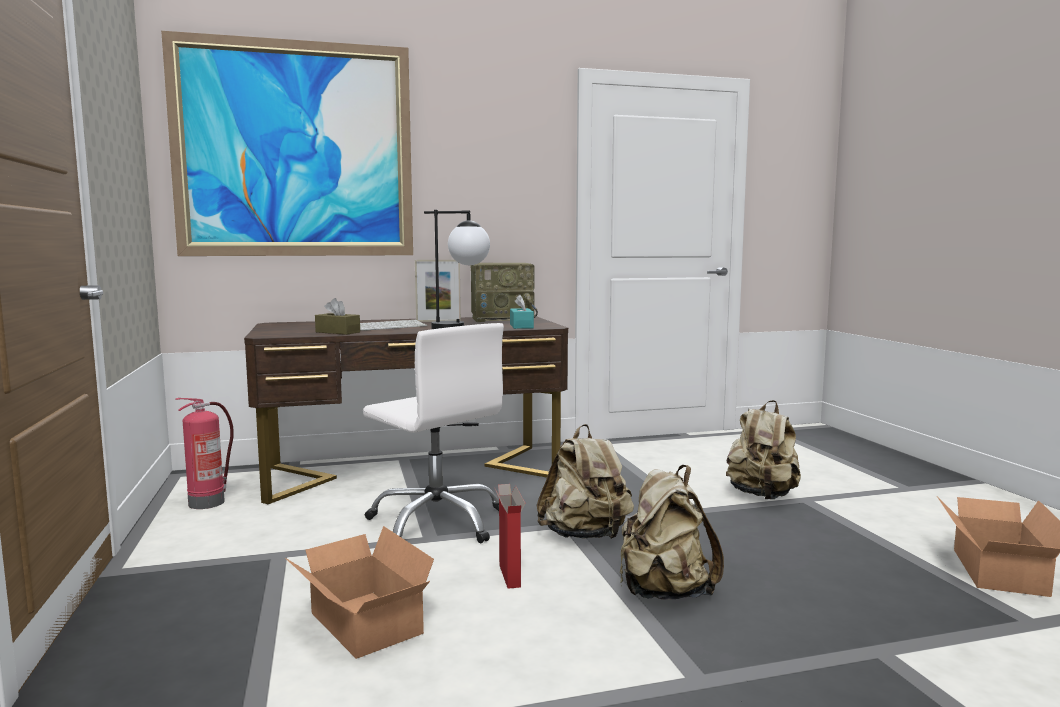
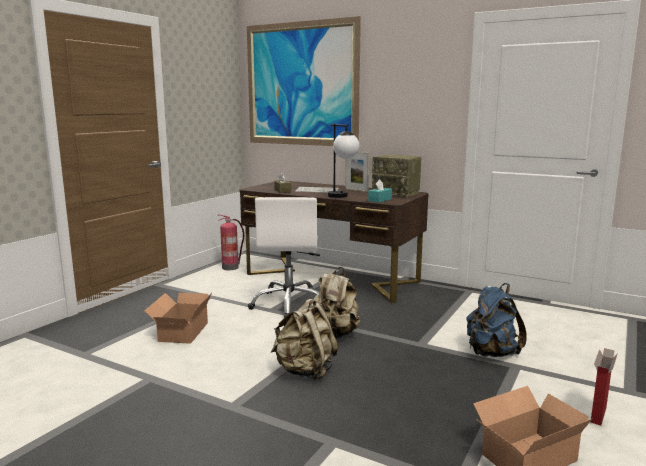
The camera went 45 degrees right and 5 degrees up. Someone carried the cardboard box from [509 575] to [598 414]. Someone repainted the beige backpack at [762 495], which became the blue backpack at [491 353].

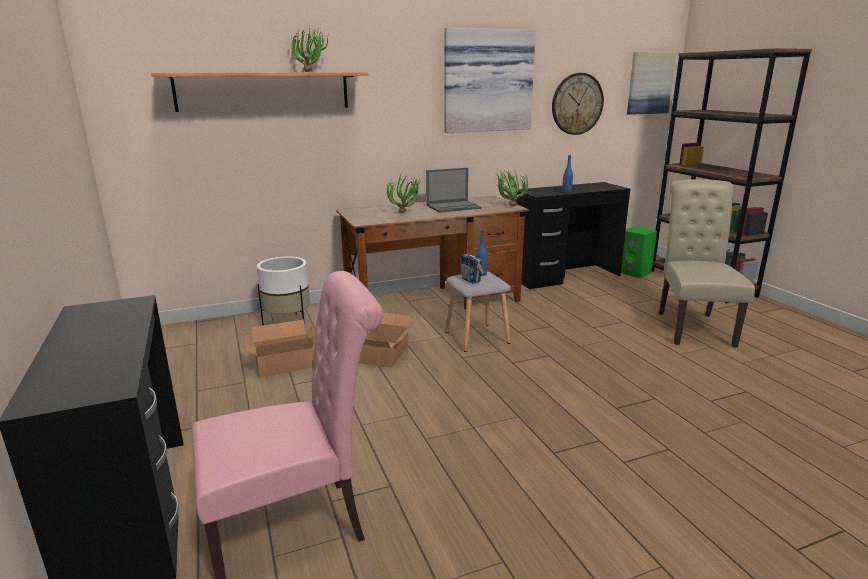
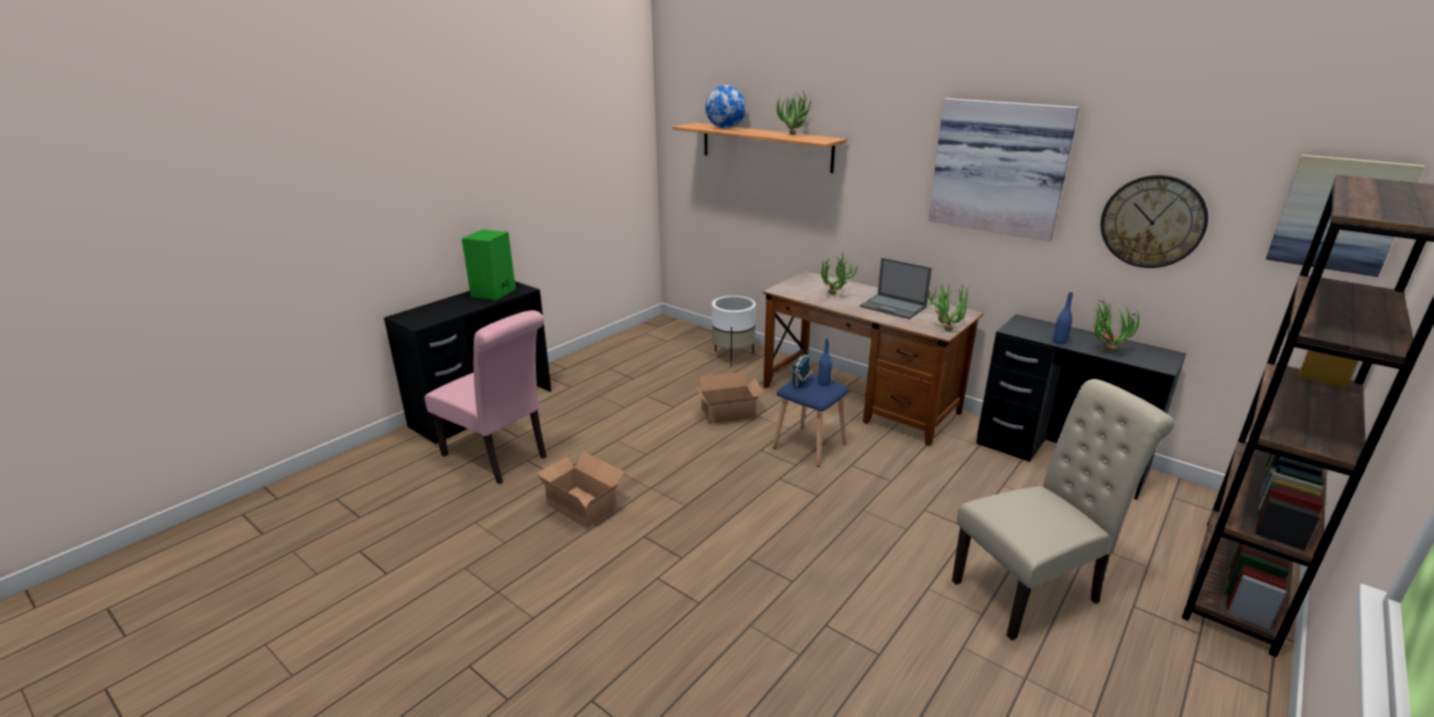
The camera went 60 degrees right and 5 degrees up. Someone put down the globe at [725 128]. Someone put down the potted plant at [1104 350]. Someone carried the cardboard box from [283 363] to [582 505]. Someone carried the green speaker from [635 273] to [493 293]. Someone repainted the grey stool at [476 338], which became the blue stool at [808 445].

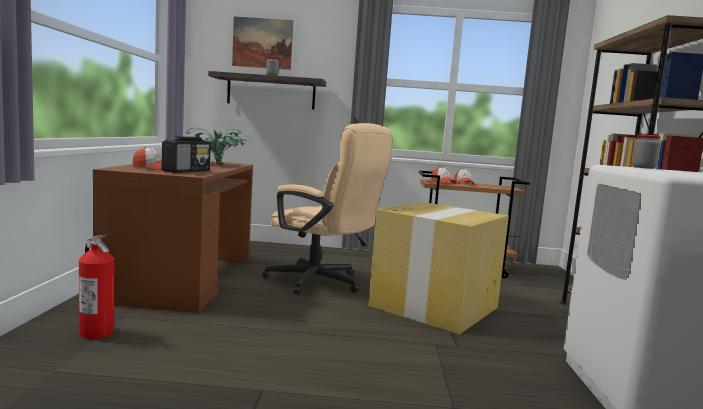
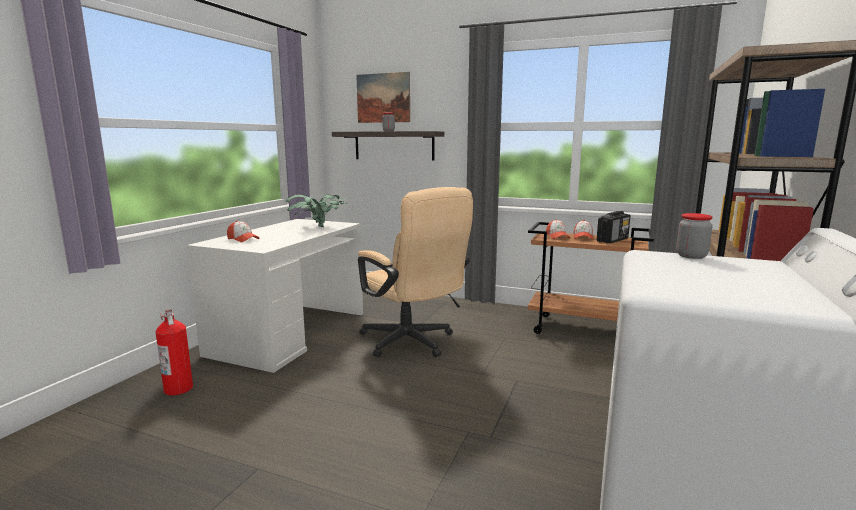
The camera went 20 degrees right and 5 degrees up. Someone took away the cardboard box at [435 306]. Someone carried the radio from [186 171] to [612 240]. Someone repainted the brown desk at [183 279], which became the white desk at [290 333].

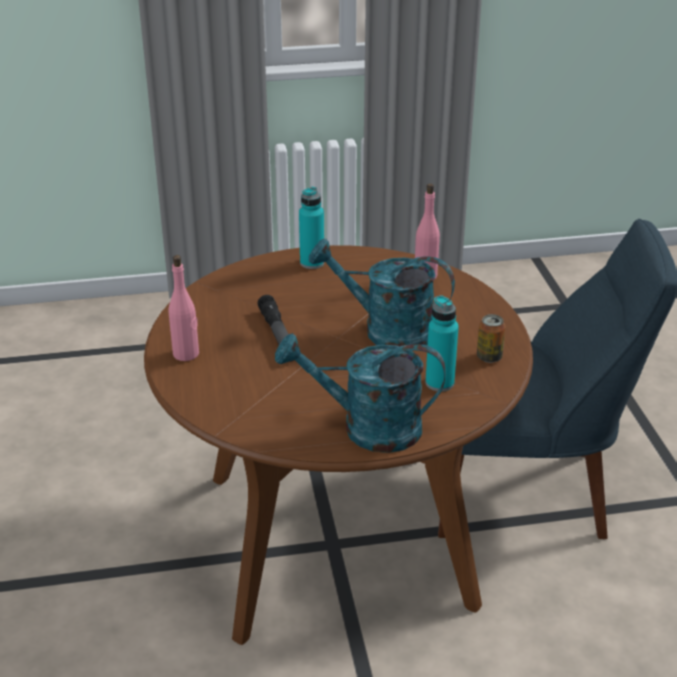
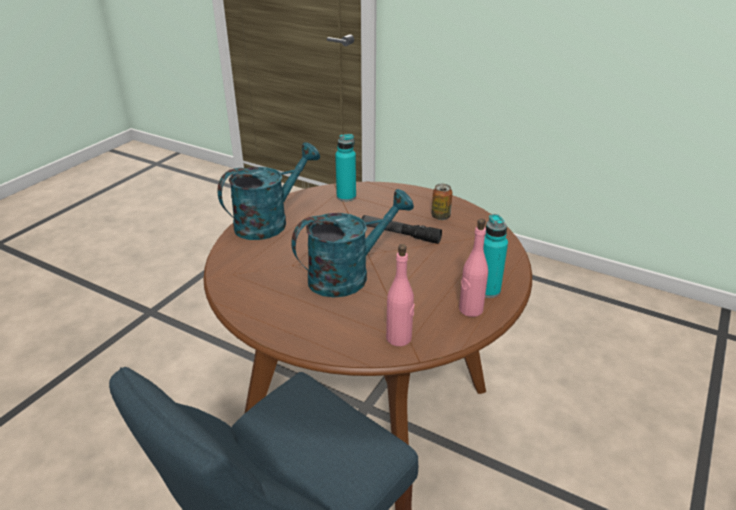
The camera went 130 degrees right and 0 degrees up. Someone carried the pink bottle from [186 354] to [470 309]. Someone carried the turquoise bottle from [439 383] to [346 197]. Someone carried the can from [489 357] to [440 216].

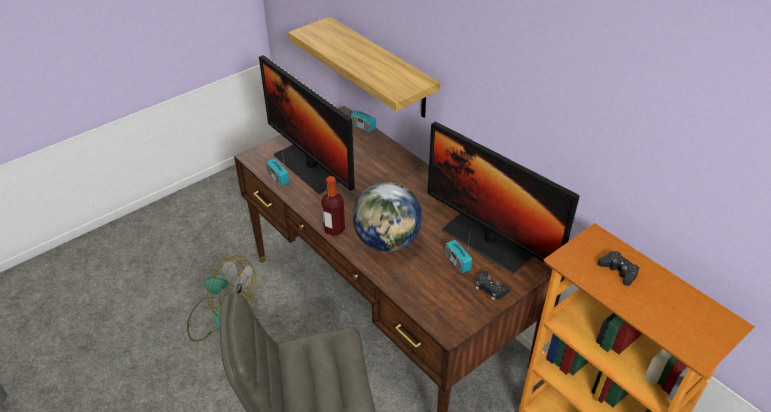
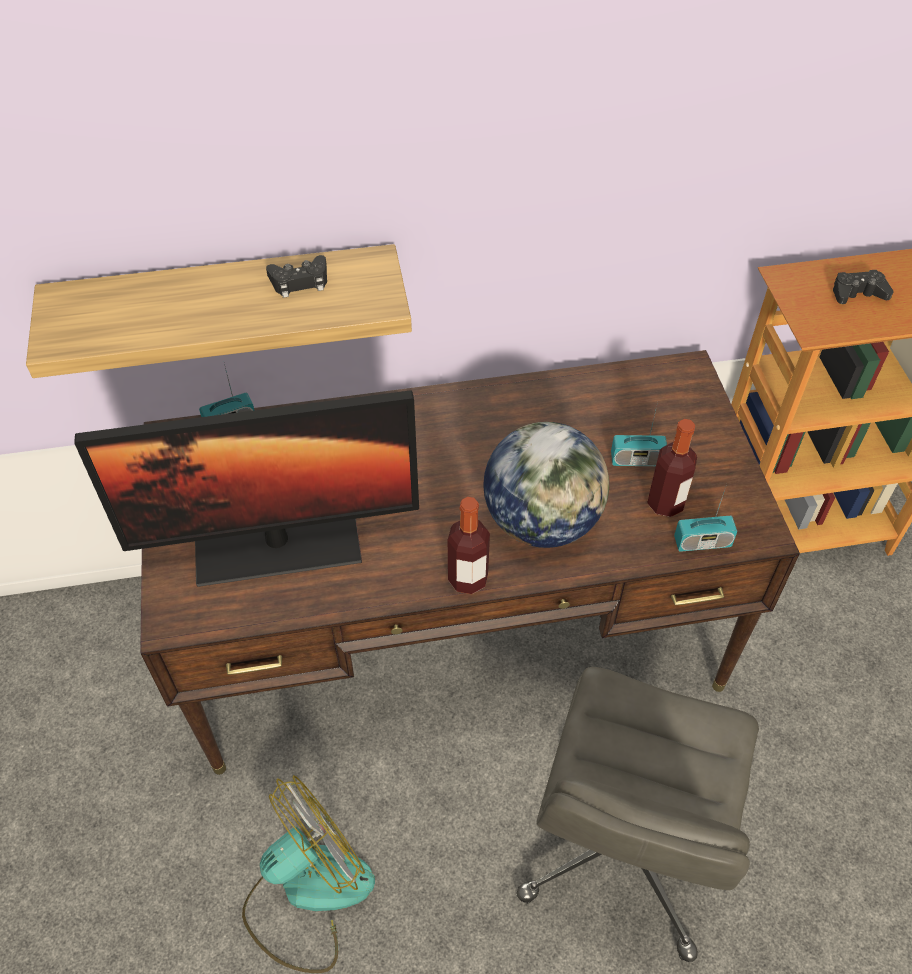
The camera went 60 degrees left and 10 degrees up. Someone took away the monitor at [488 241]. Someone put down the bottle at [665 503]. Someone carried the radio from [278 178] to [702 542]. Someone carried the black game controller from [491 288] to [300 281].

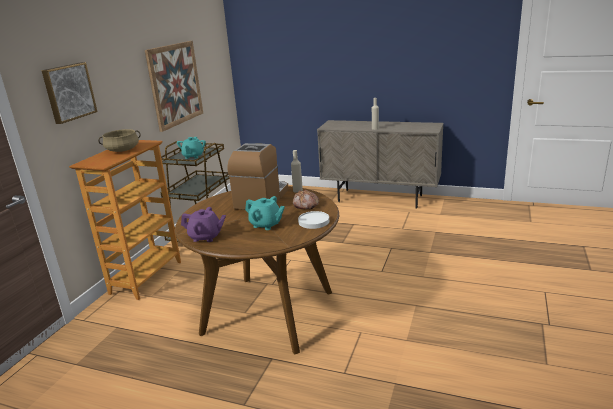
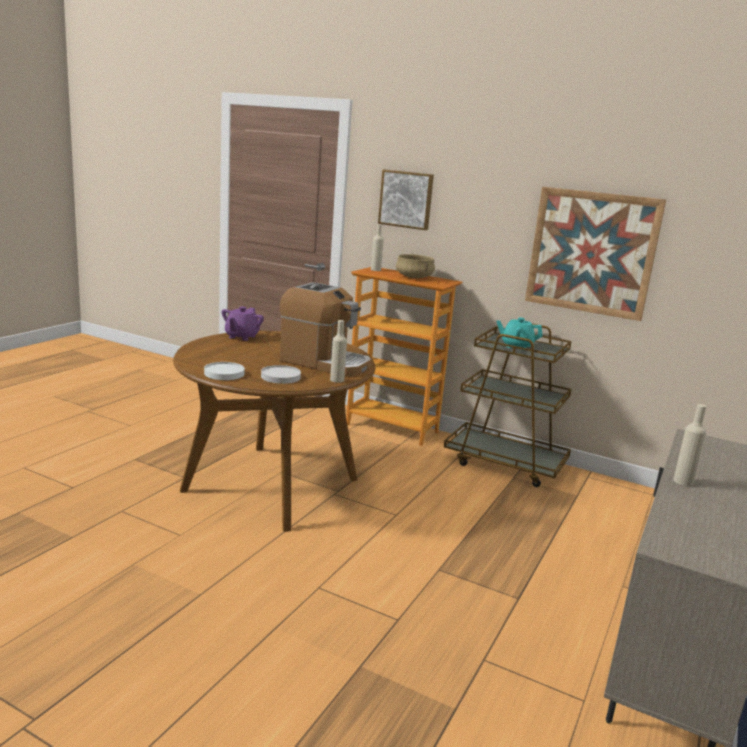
The camera went 95 degrees right and 5 degrees down. Someone took away the turquoise teapot at [266 225]. Someone put down the beige bottle at [375 270]. Someone swapped the bread at [305 205] for the white plate at [280 377].

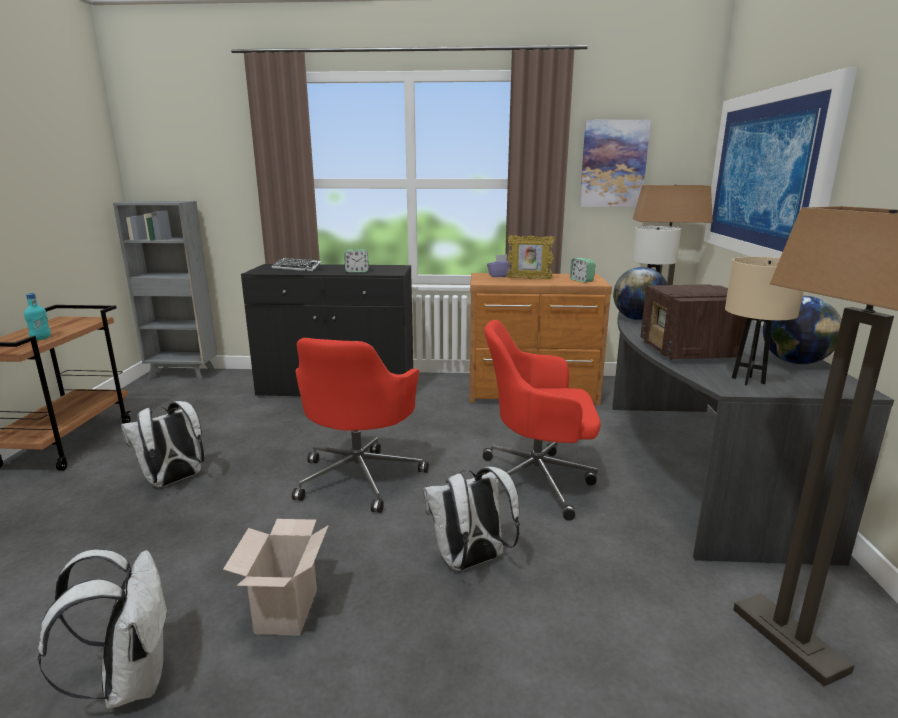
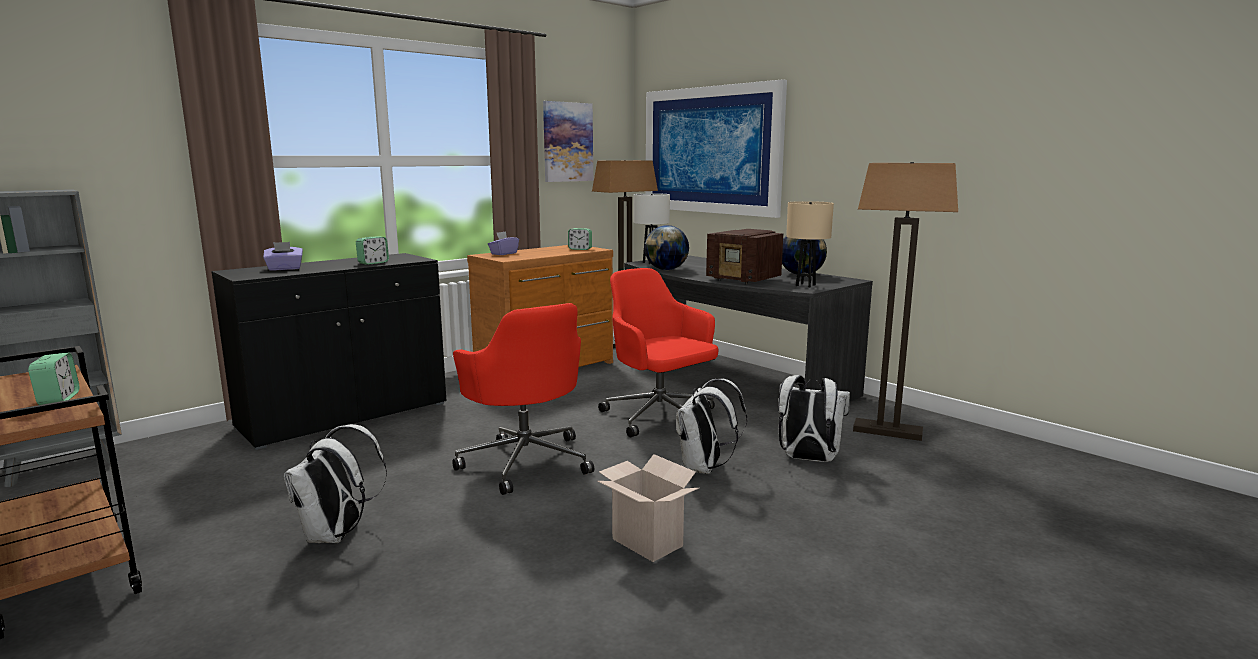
The camera went 45 degrees left and 5 degrees down. Someone took away the picture frame at [529 279]. Someone carried the white backpack from [131 680] to [807 459]. Someone swapped the turquoise bottle at [41 338] for the alarm clock at [58 399]. Someone swapped the keyboard at [297 268] for the purple tissue box at [284 269]. Someone rotated the red office chair at [537 481] by 90 degrees clockwise.

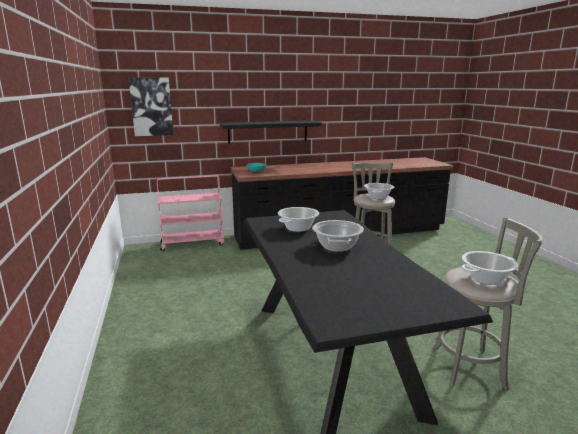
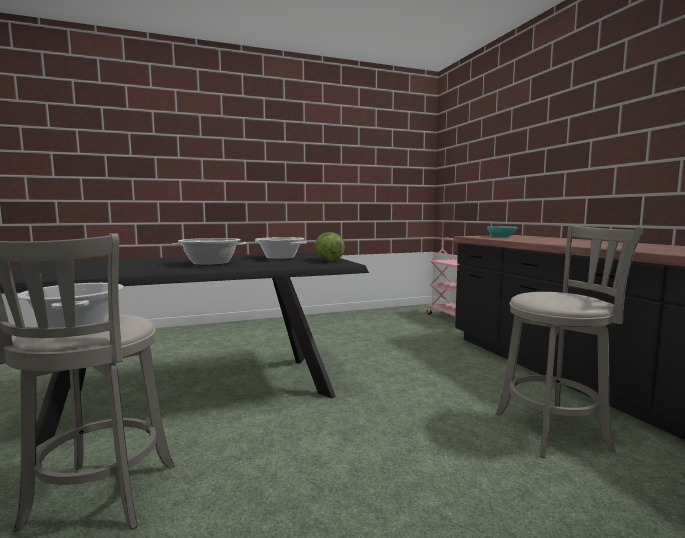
The camera went 85 degrees right and 10 degrees down. Someone took away the picture at [151 107]. Someone took away the black shelf at [268 131]. Someone took away the cooking pot at [378 197]. Someone put down the lettuce at [328 260].

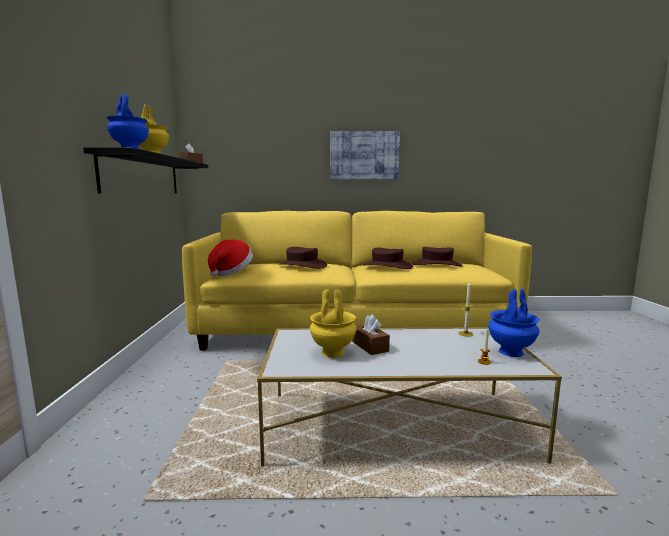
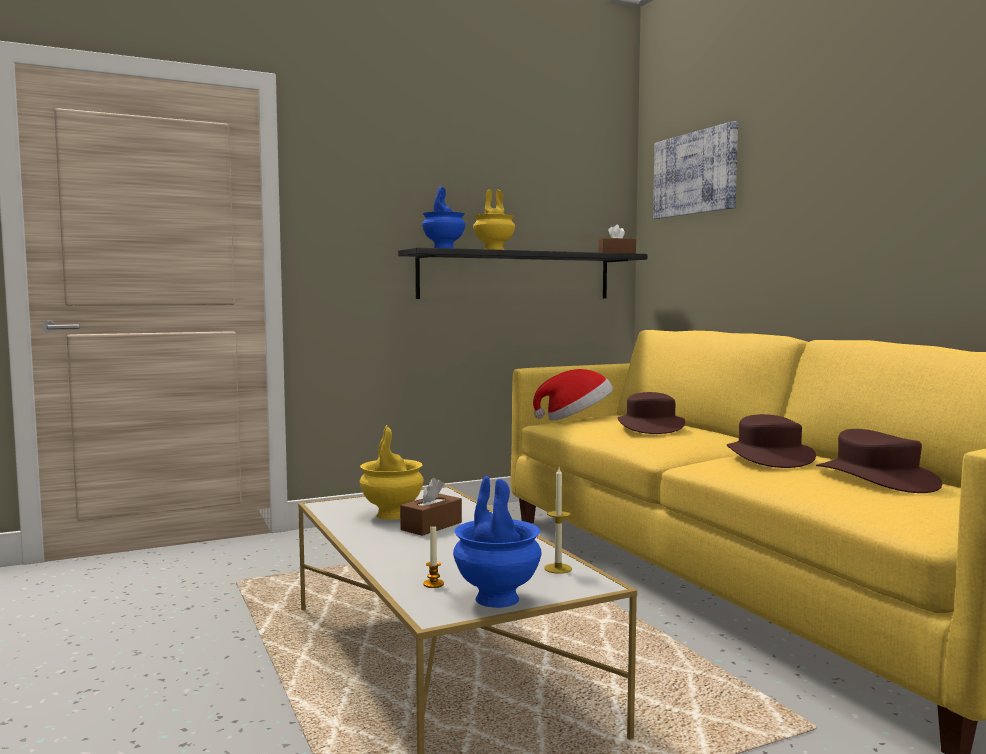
The camera went 65 degrees right and 5 degrees down. Someone carried the picture from [364 155] to [695 173].

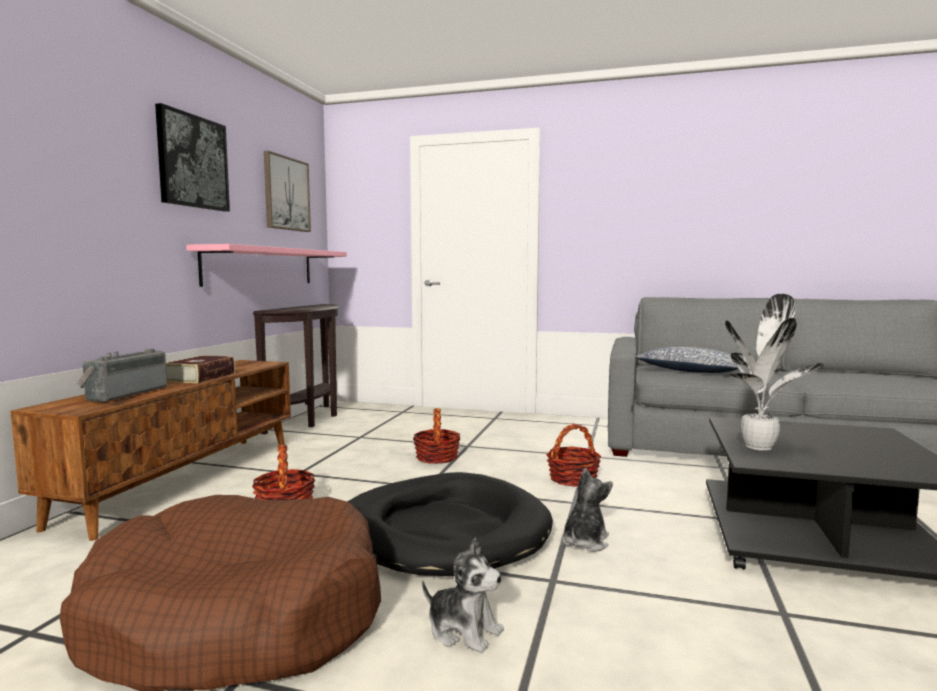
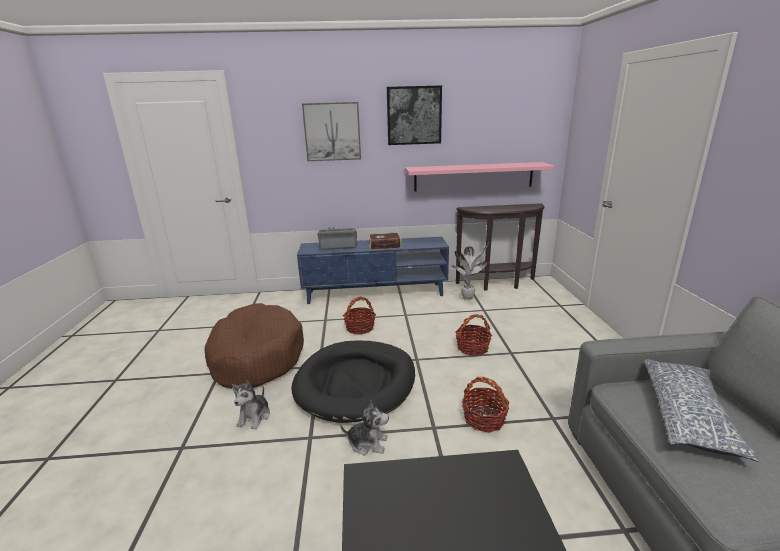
The camera went 70 degrees right and 15 degrees up. Someone carried the picture from [286 194] to [332 132]. Someone carried the potted plant from [760 446] to [468 298]. Someone repainted the brown tv stand at [185 480], which became the blue tv stand at [375 293].

